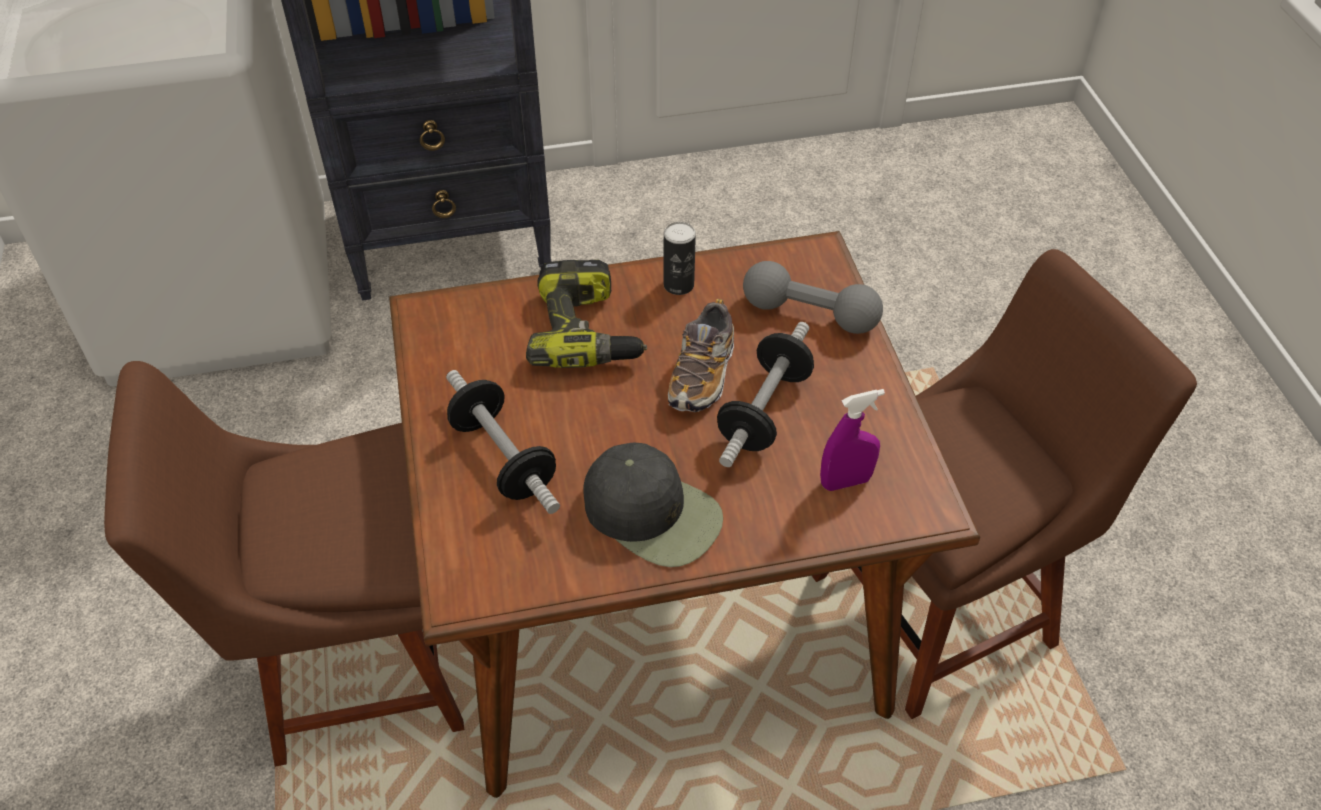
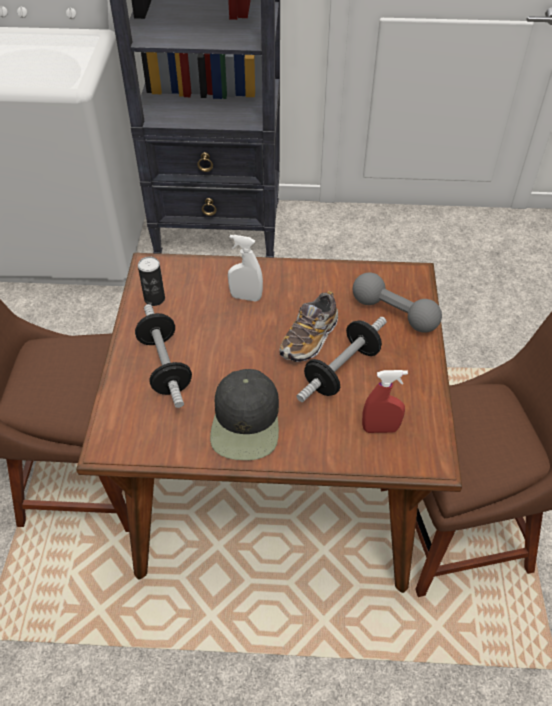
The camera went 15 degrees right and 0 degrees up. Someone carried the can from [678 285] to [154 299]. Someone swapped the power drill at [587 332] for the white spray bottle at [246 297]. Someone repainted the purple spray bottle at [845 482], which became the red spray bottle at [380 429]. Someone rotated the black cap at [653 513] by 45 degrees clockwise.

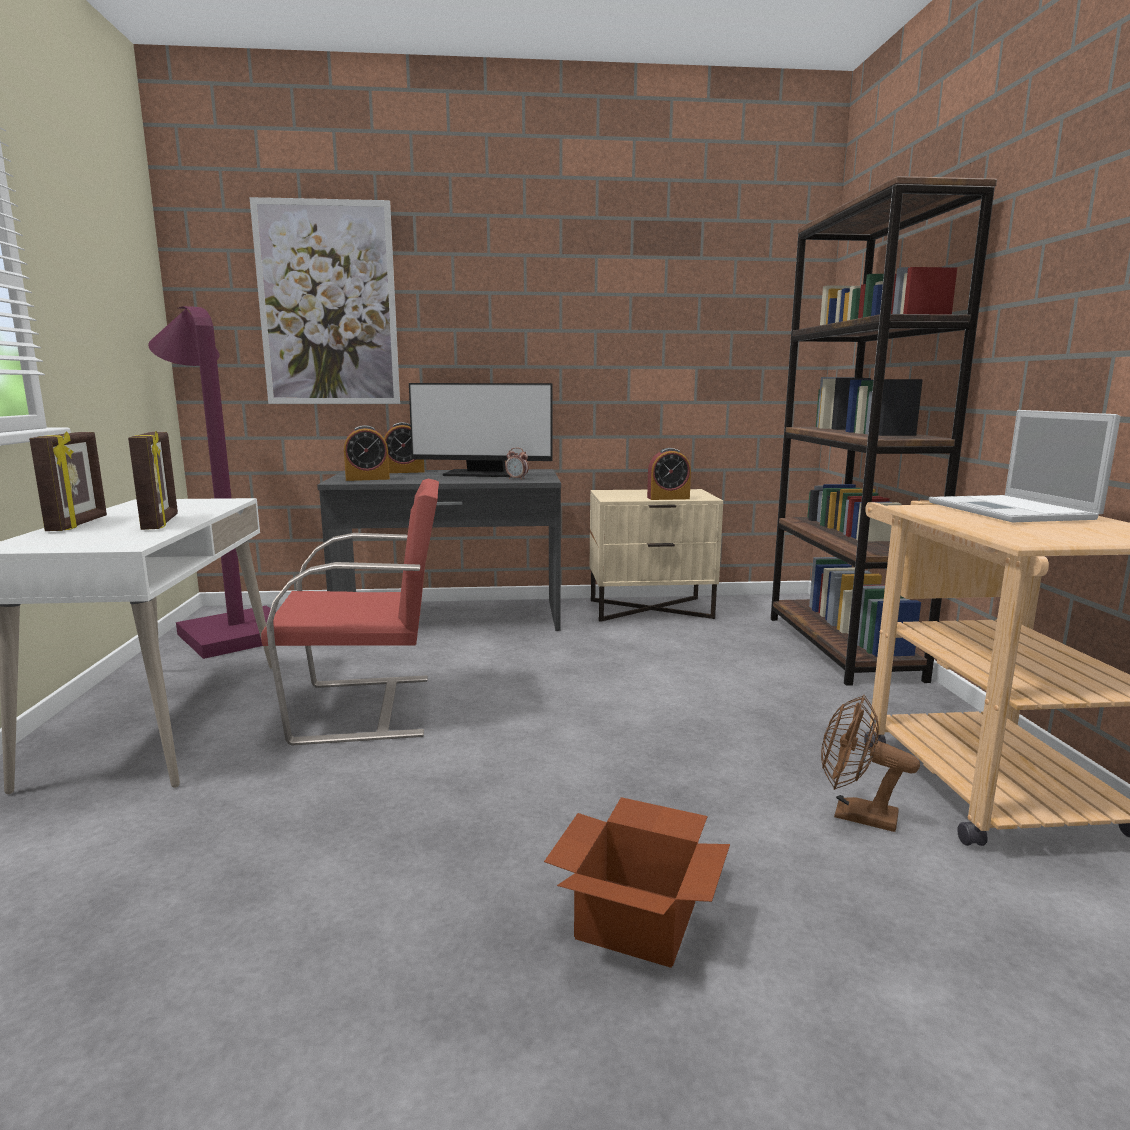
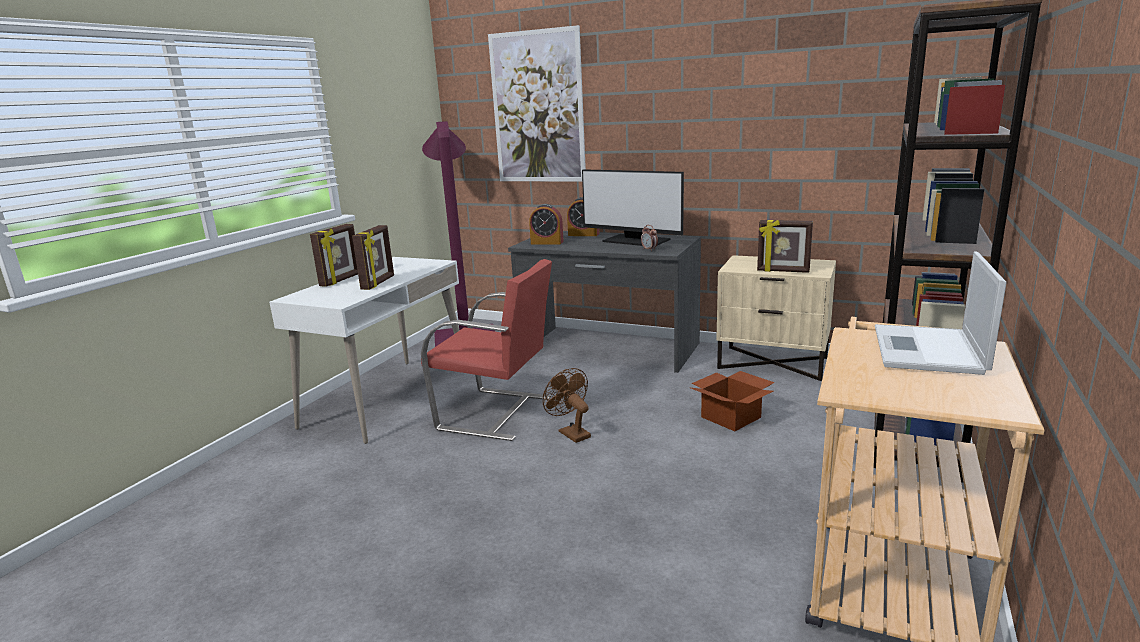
The camera went 30 degrees right and 5 degrees up. Someone carried the cardboard box from [639 918] to [732 417]. Someone carried the brown fan from [854 815] to [571 433]. Someone swapped the alarm clock at [668 498] for the picture frame at [783 271].

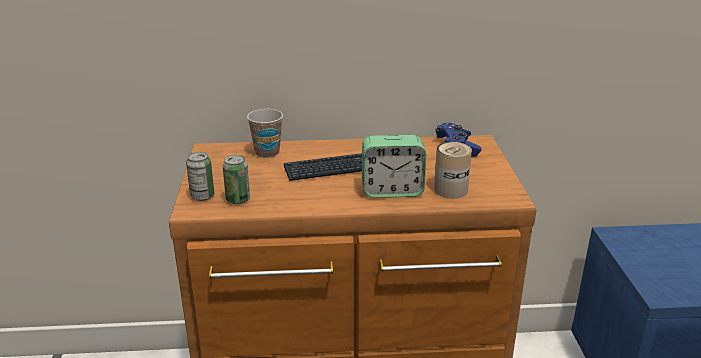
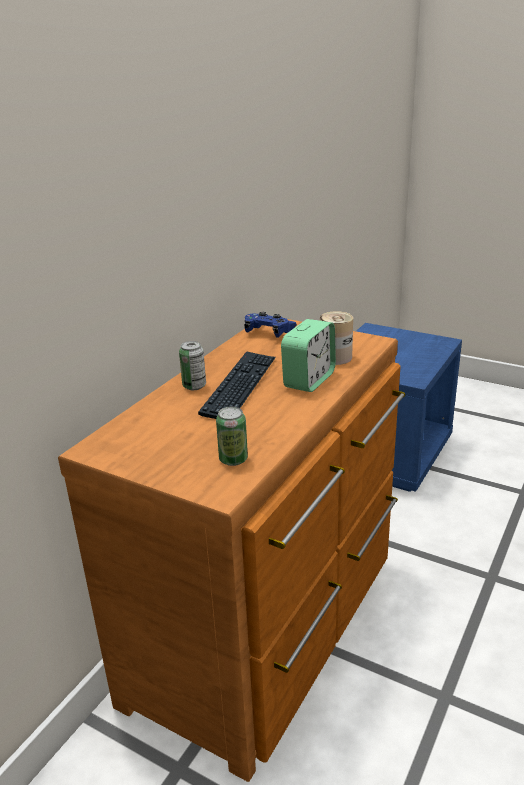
The camera went 55 degrees left and 0 degrees up. Someone took away the cup at [267 153]. Someone carried the can from [202 196] to [194 386].

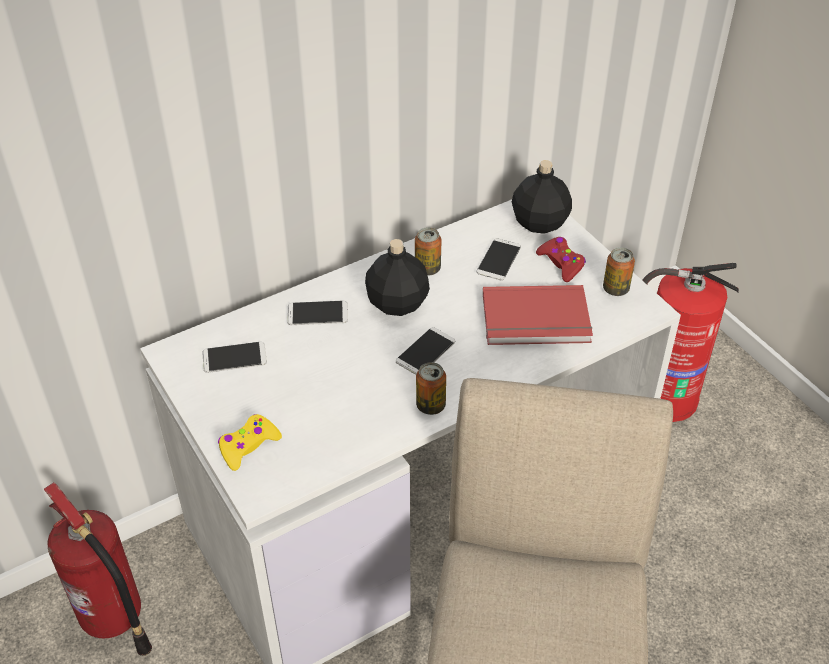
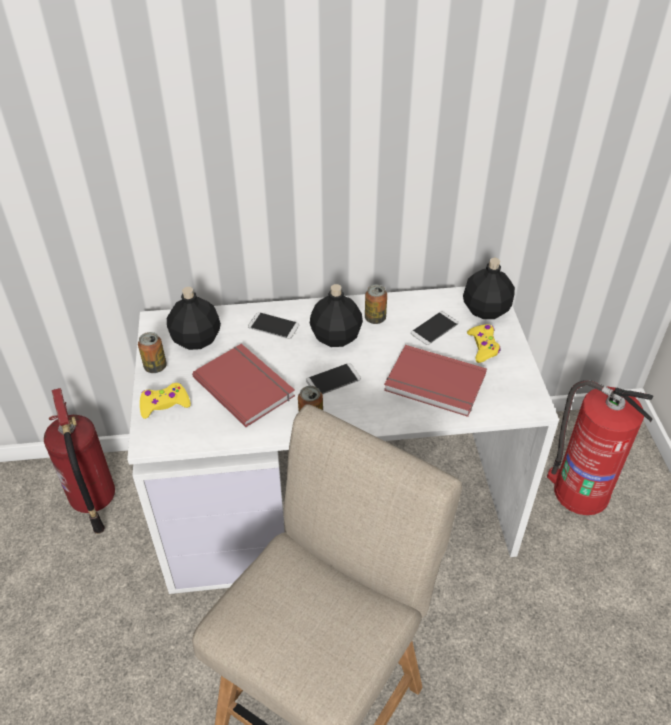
The camera went 25 degrees right and 0 degrees up. Someone put down the red book at [245 385]. Someone carried the can from [615 289] to [155 367]. Someone swapped the phone at [234 358] for the black bottle at [196 339]. Someone repainted the red game controller at [561 263], which became the yellow game controller at [483 347].

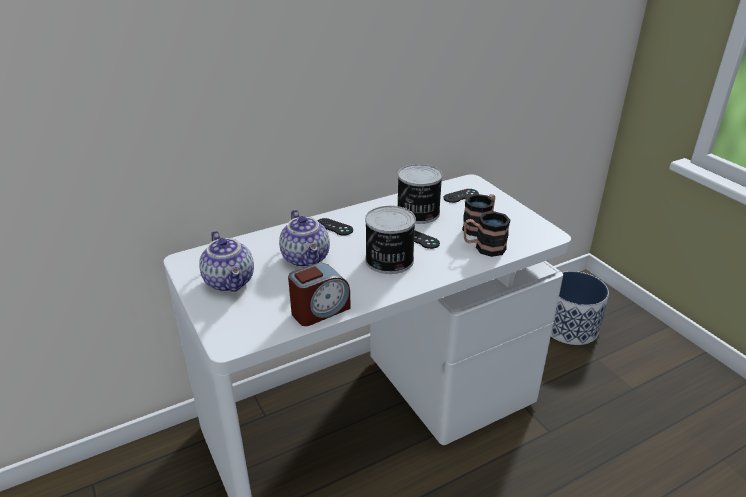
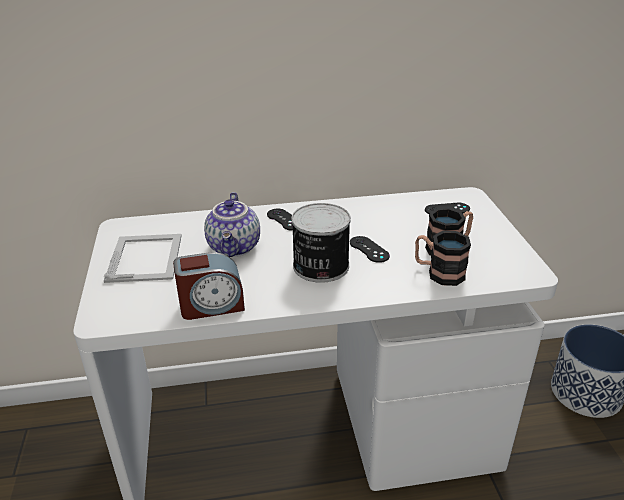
The camera went 20 degrees right and 0 degrees up. Someone took away the can at [418 213]. Someone swapped the teapot at [231 282] for the picture frame at [146 257].

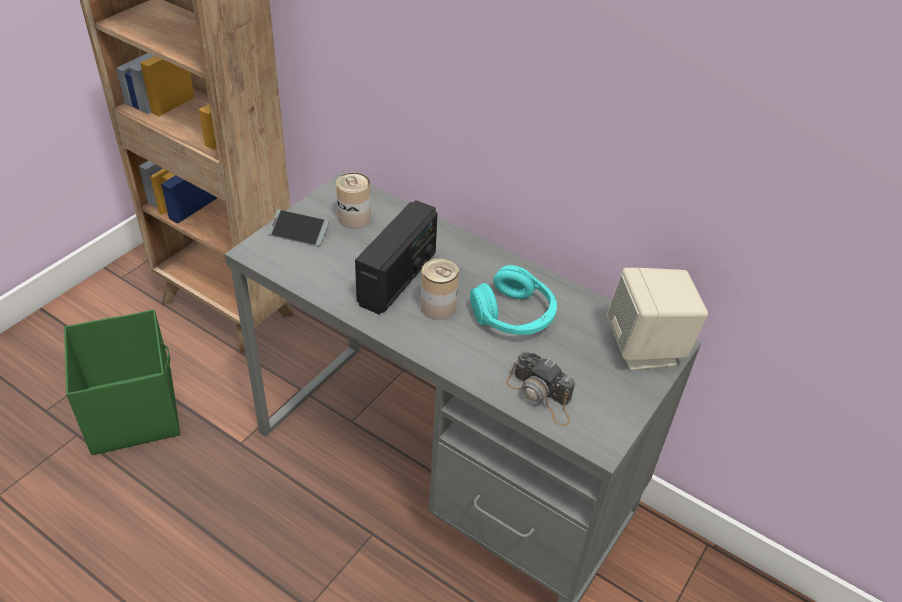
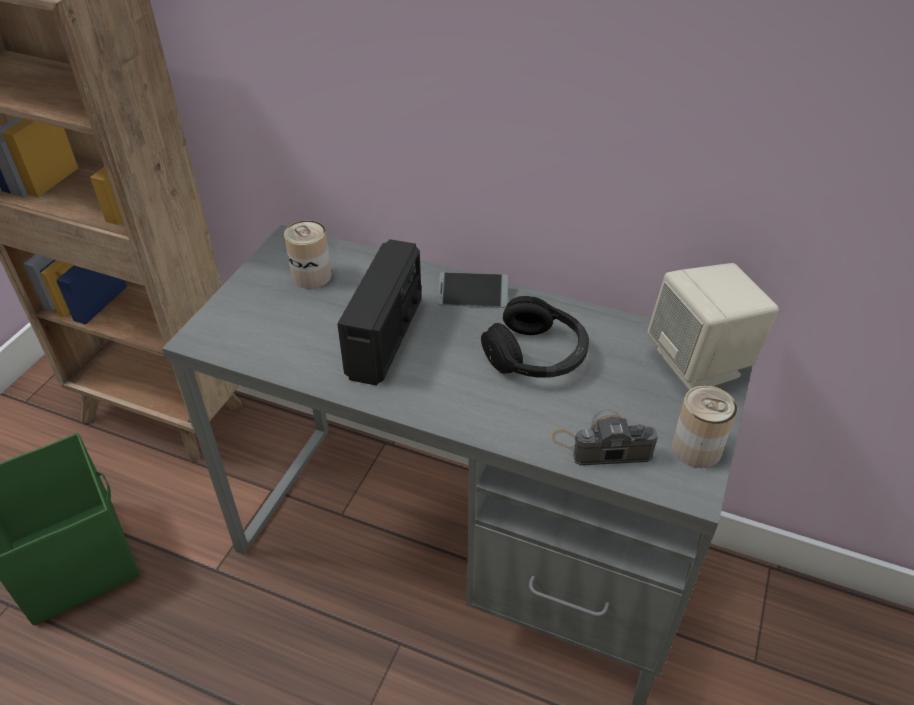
The camera went 10 degrees left and 0 degrees up. Someone carried the phone from [299 233] to [472 296]. Someone carried the can from [438 306] to [696 448]. Someone repainted the turquoise headphones at [514 315], which became the black headphones at [536 355]. Someone rotated the photo camera at [541 396] by 150 degrees clockwise.

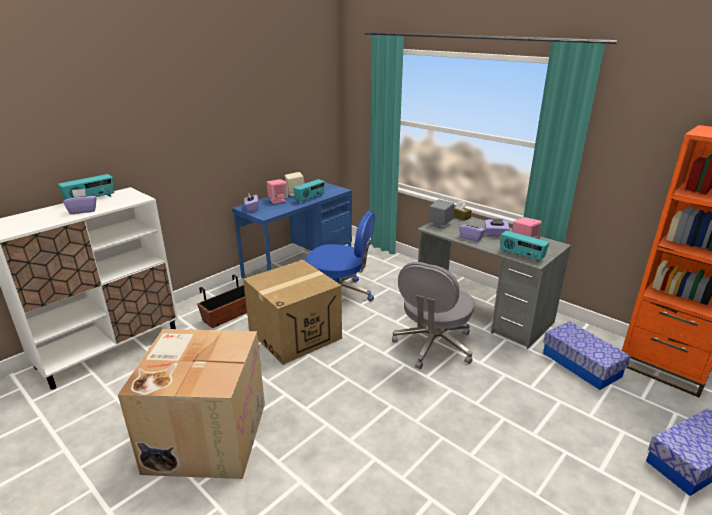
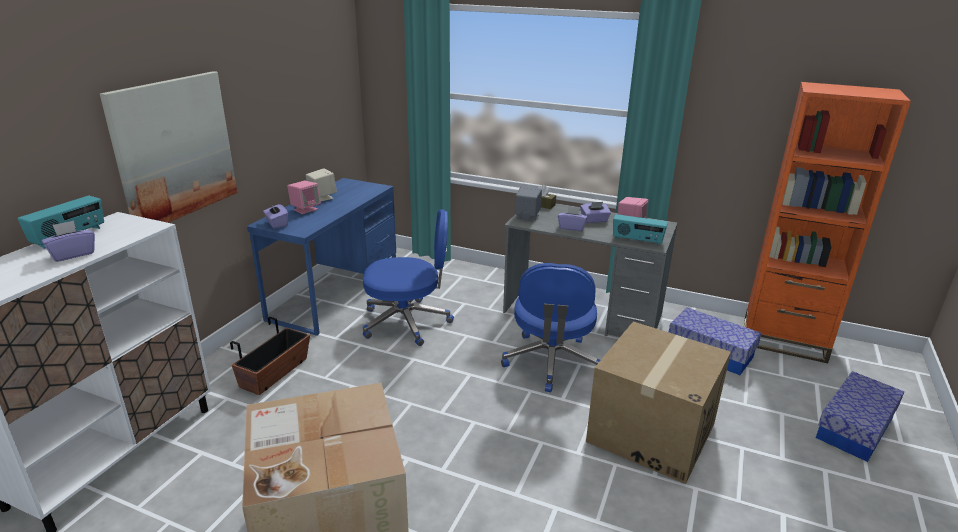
The camera went 20 degrees left and 0 degrees up. Someone took away the radio at [310 198]. Someone put up the picture at [174 149]. Someone carried the cardboard box from [295 334] to [651 432]. Someone repainted the grey office chair at [433 346], which became the blue office chair at [551 362].

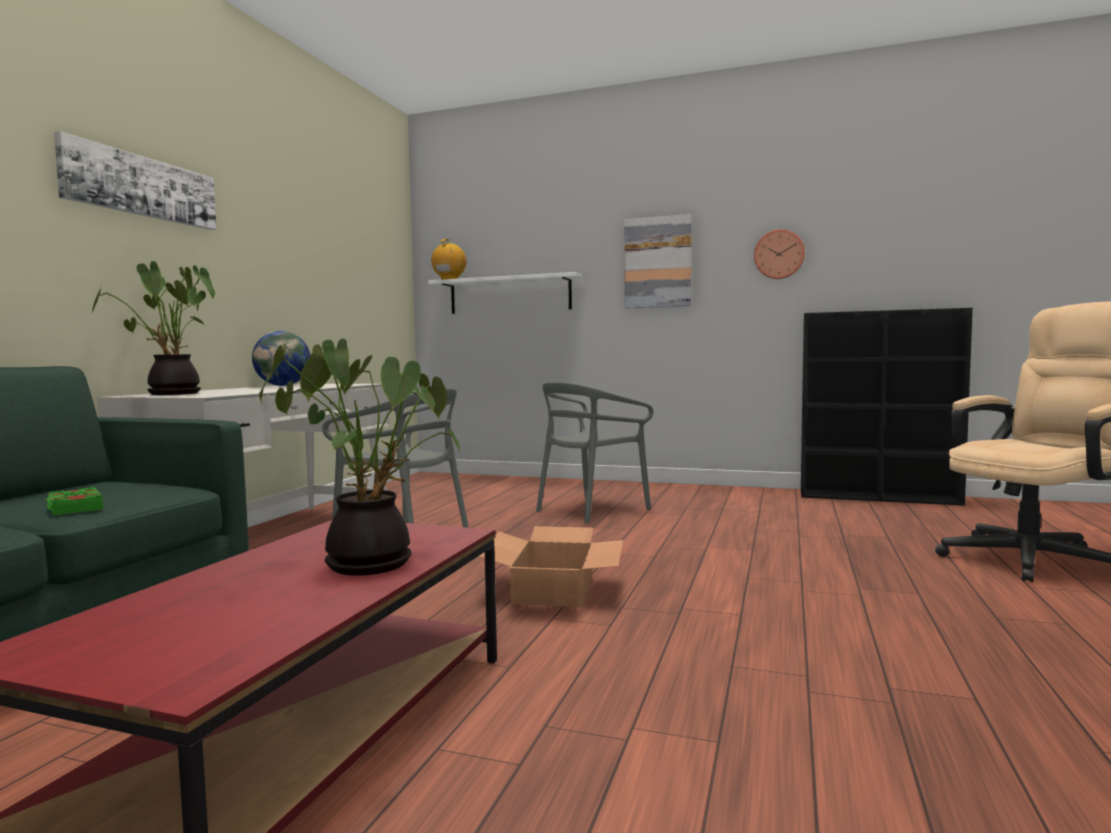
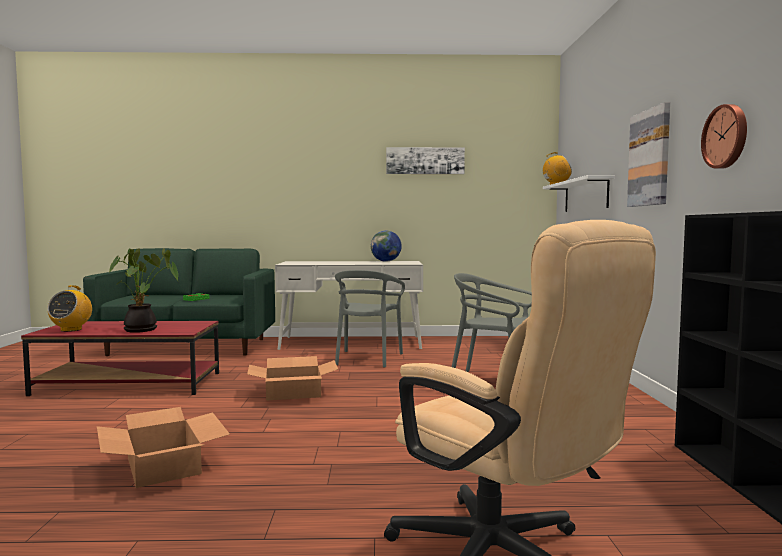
The camera went 70 degrees right and 0 degrees up. Someone took away the potted plant at [169 394]. Someone put down the radio at [71 329]. Someone put down the cardboard box at [163 466]. Someone carried the picture from [141 187] to [425 161].

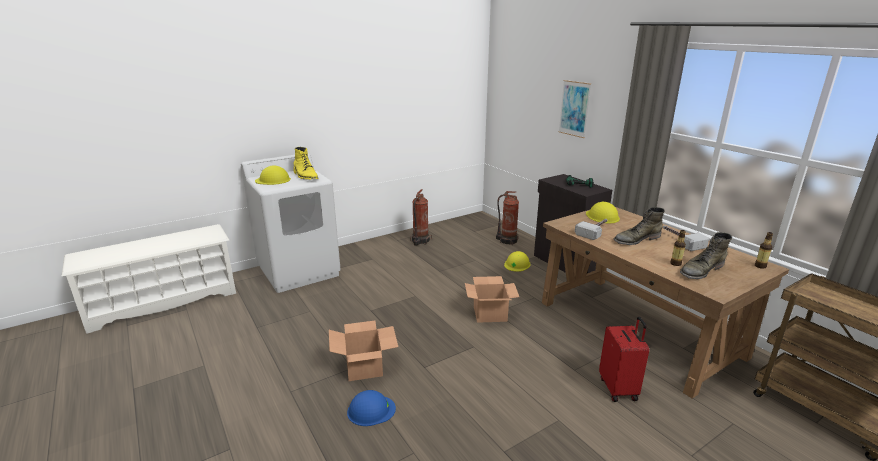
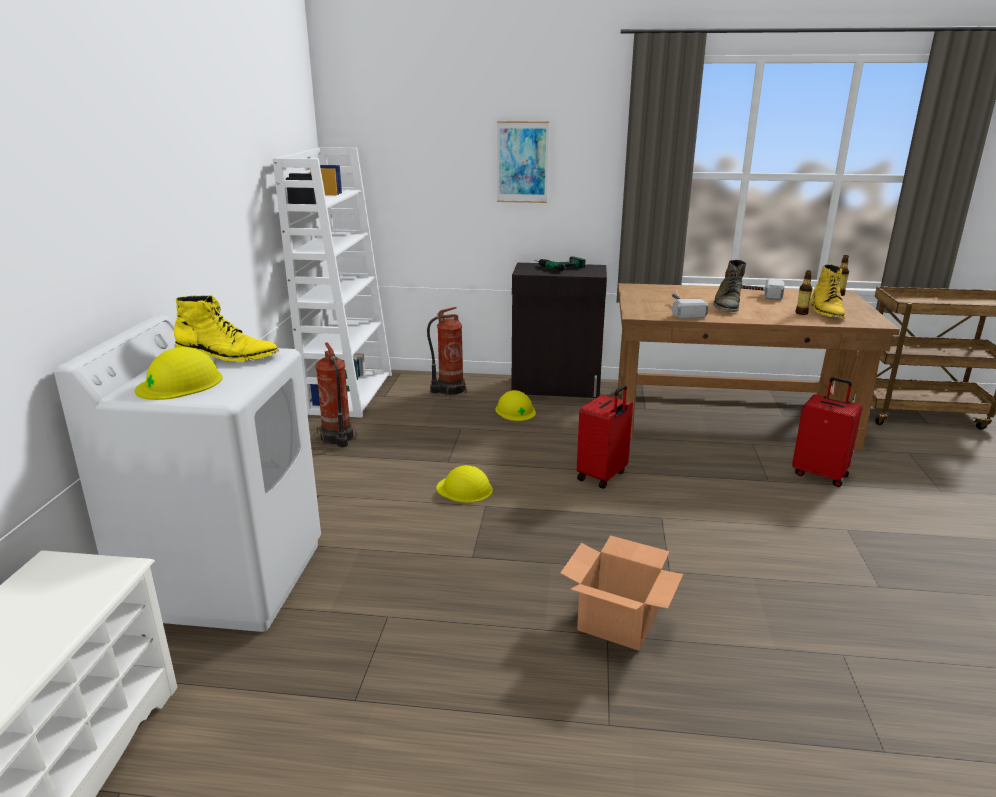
The camera went 50 degrees left and 0 degrees up. Someone took away the blue hard hat at [371 410]. Someone put down the white bookcase at [349 392]. Someone carried the yellow hard hat from [602 216] to [464 489]. Someone swapped the cardboard box at [489 314] for the red suitcase at [603 476]. Someone repainted the green boot at [701 270], which became the yellow boot at [826 311].

